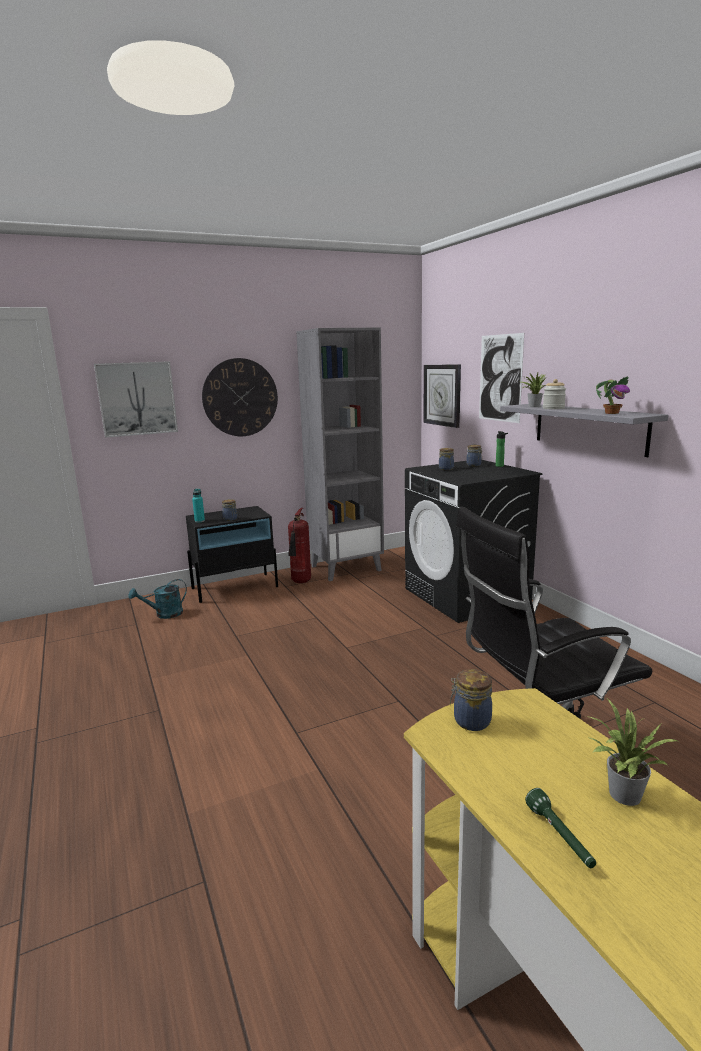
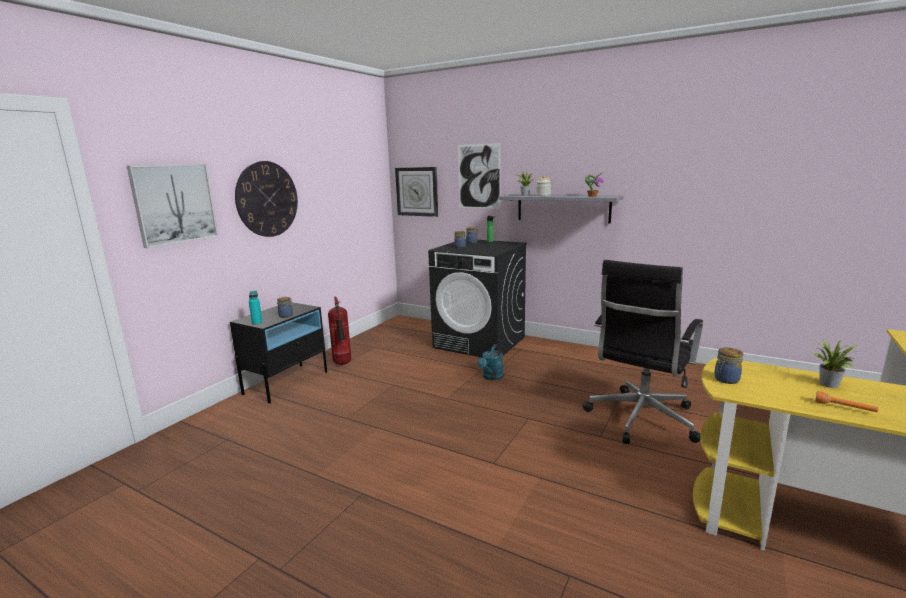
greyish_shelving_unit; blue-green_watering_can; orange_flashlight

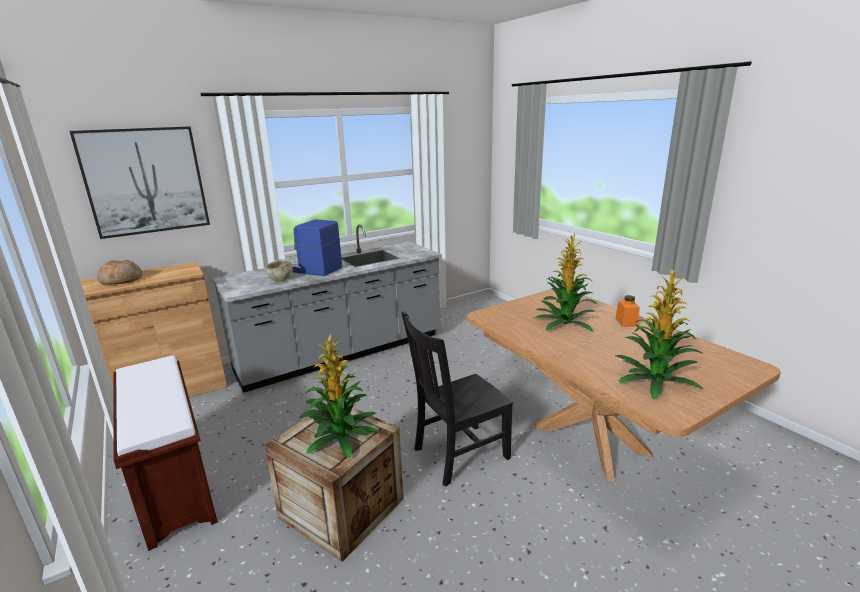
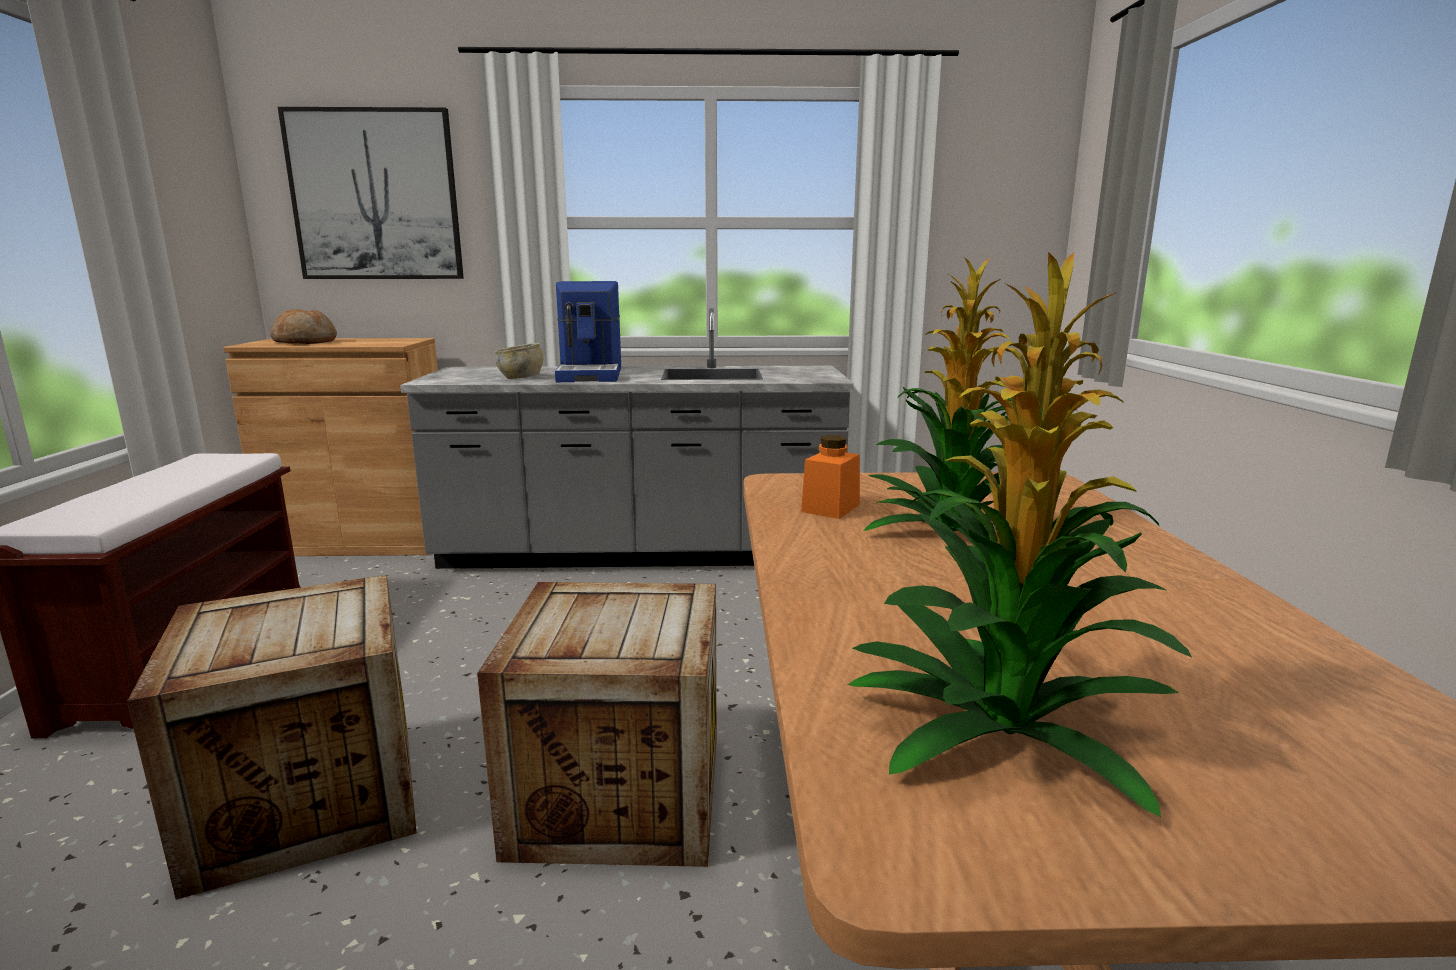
coffee_brewer; orange_storage_jar; packing_crate (2nd from left); plant_in_a_pot (1st from left in the first image)

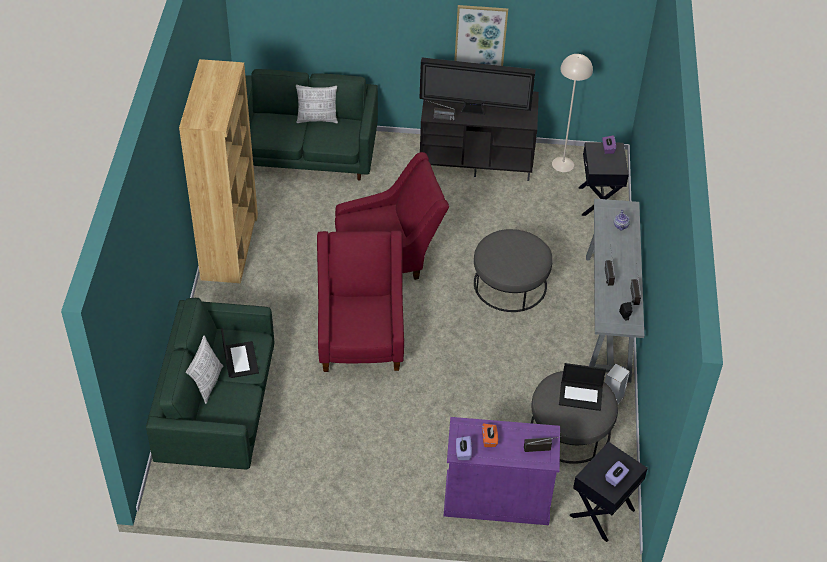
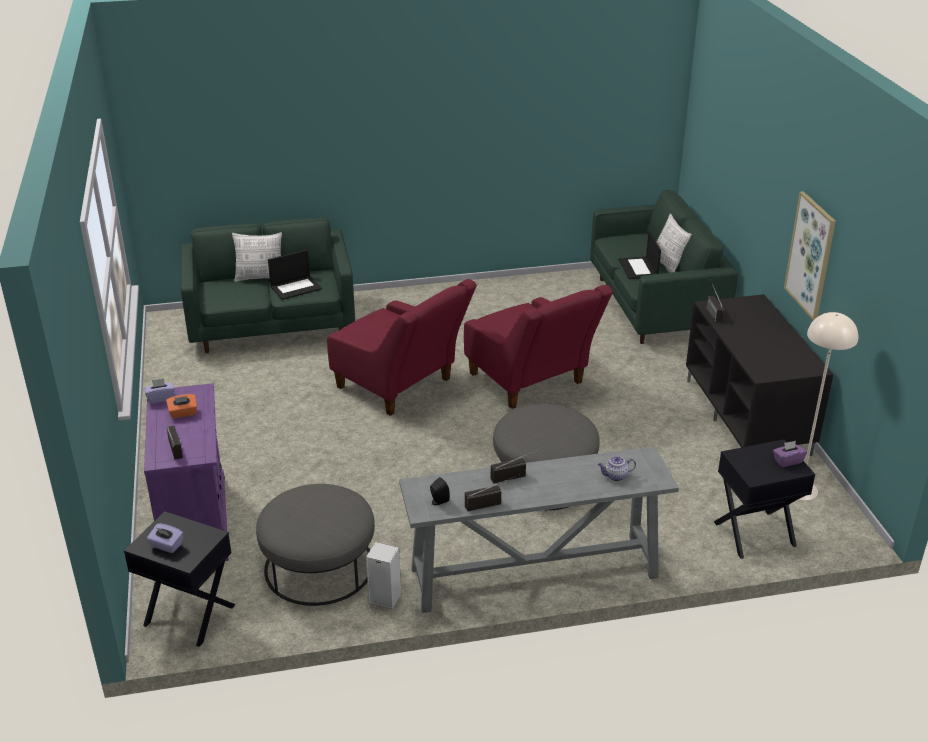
television; brownish_shelving_unit; red_armchair (1st from left); laptop (2nd from left)

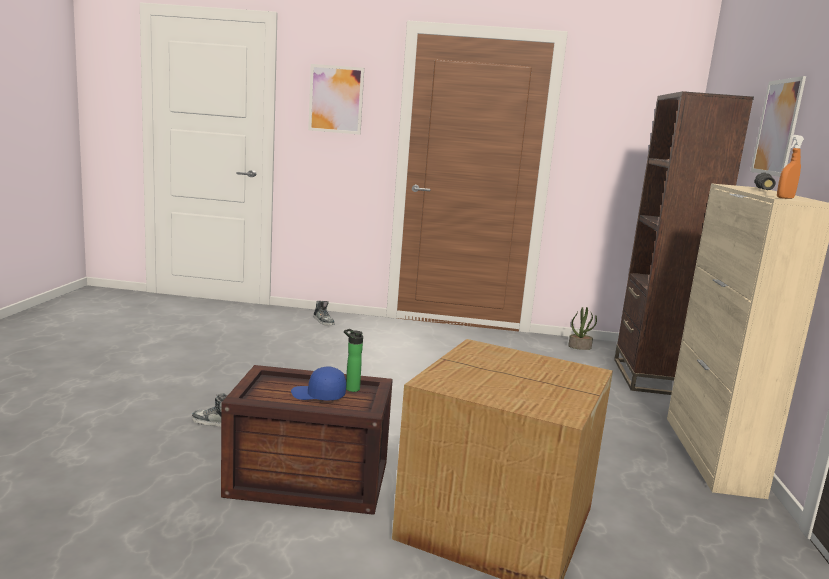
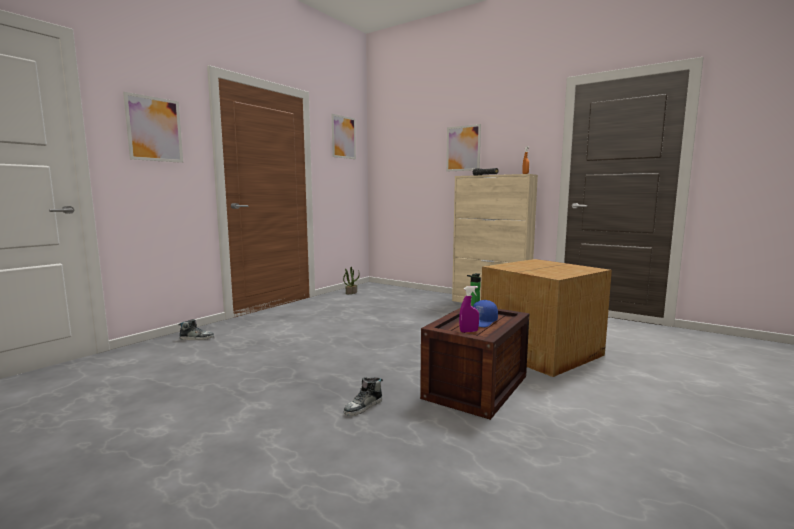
brownish_shelving_unit; wall_art (2nd from left); purple_sprayer

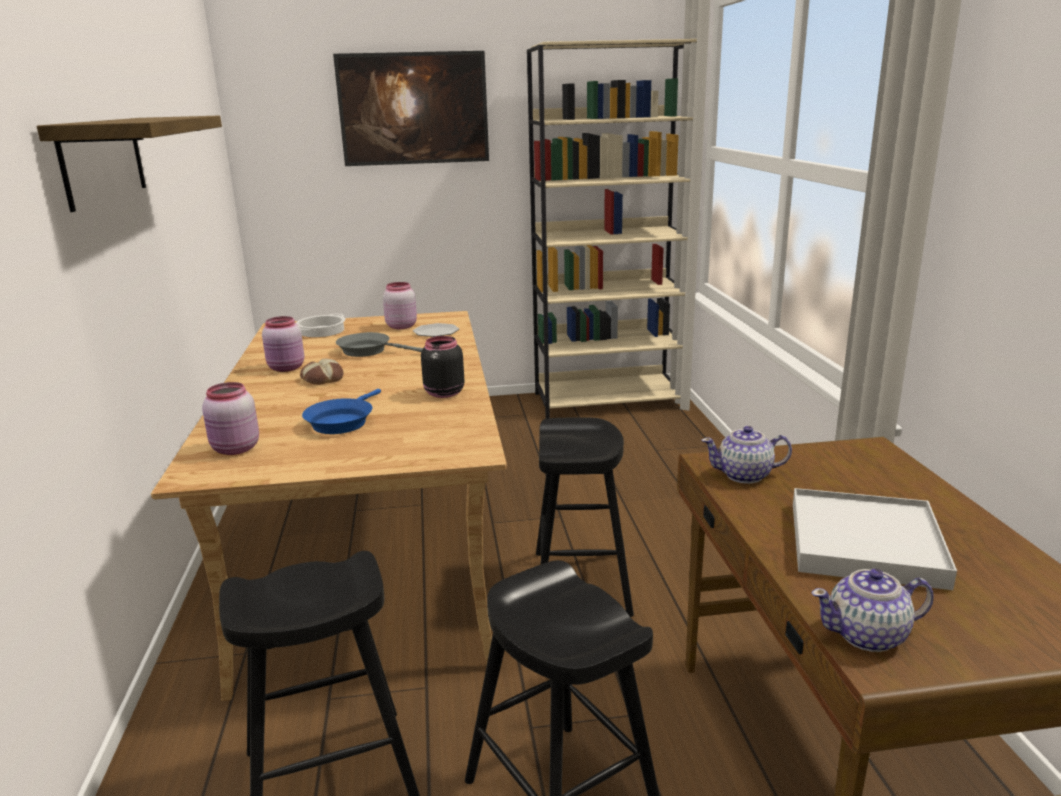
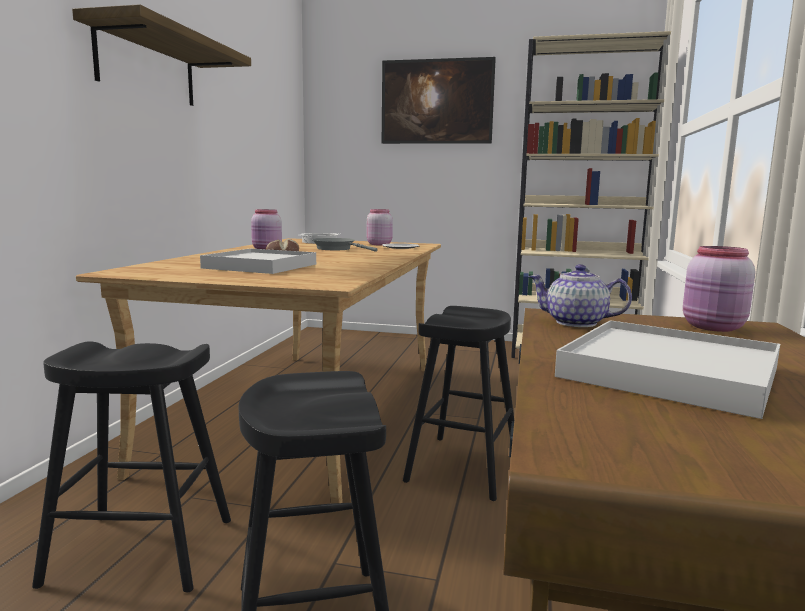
blackish_storage_jar; pink_storage_jar (3rd from left); whitish_tray (1st from left); pot_for_tea (2nd from left in the first image)

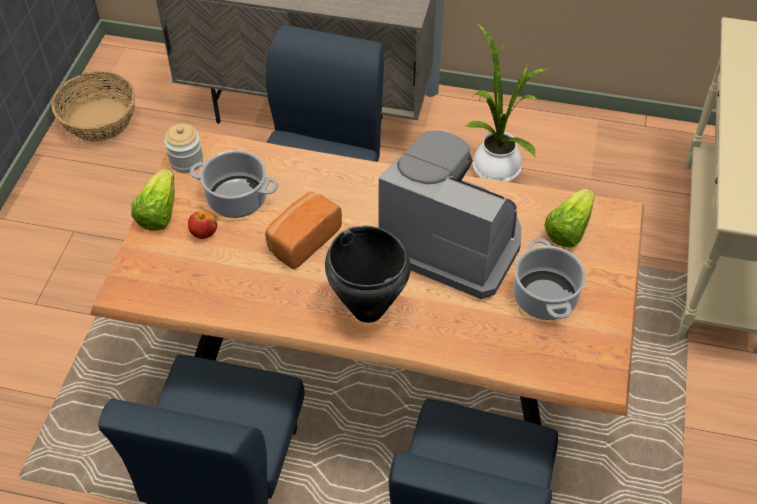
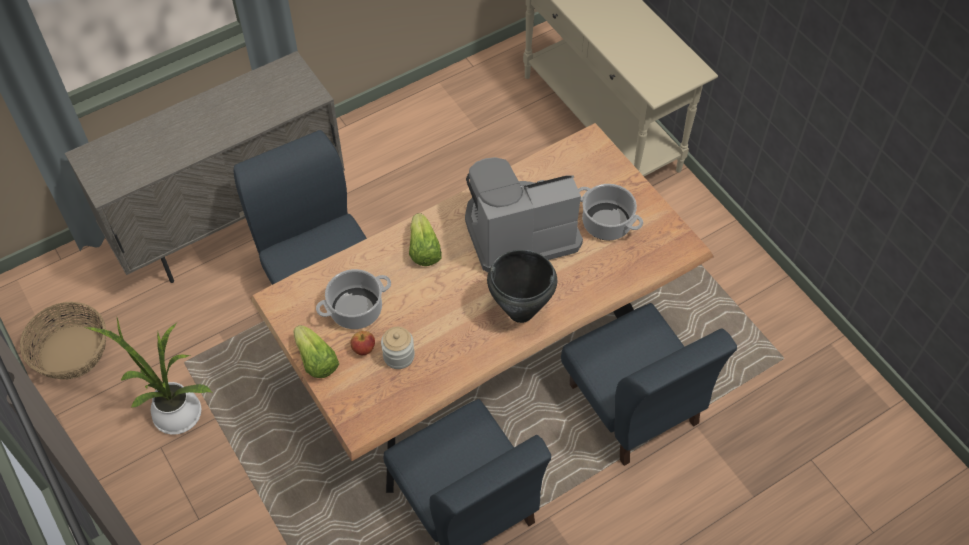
plant_in_a_pot; storage_jar; lettuce_head (2nd from left); bread

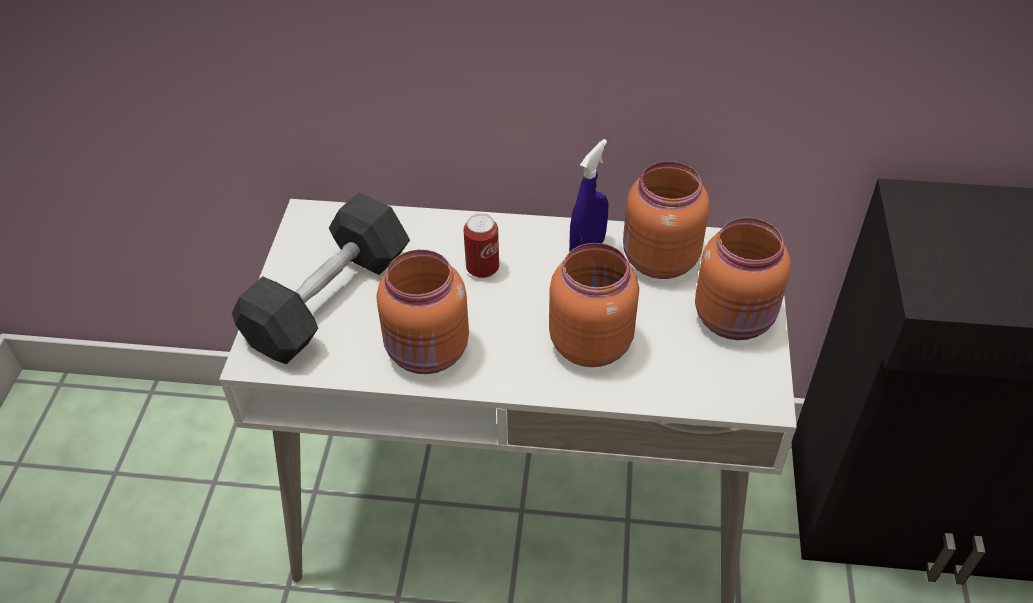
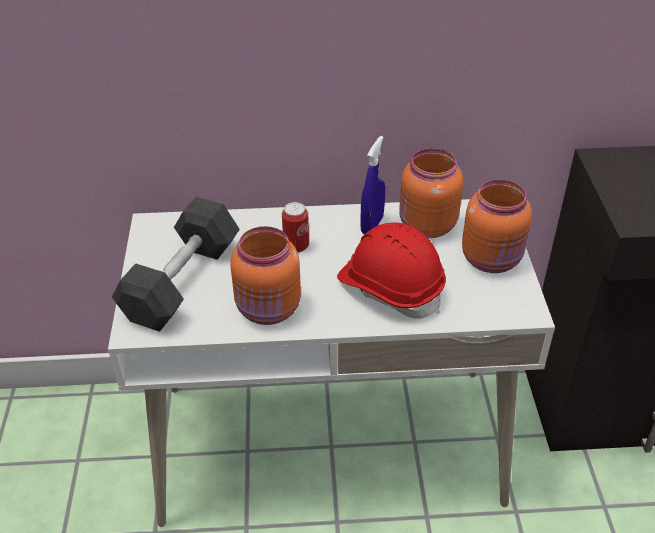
red_work_helmet

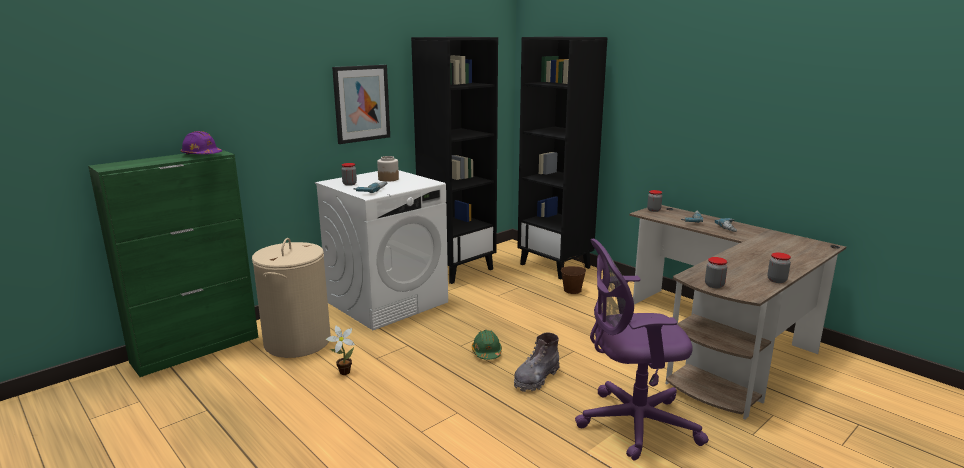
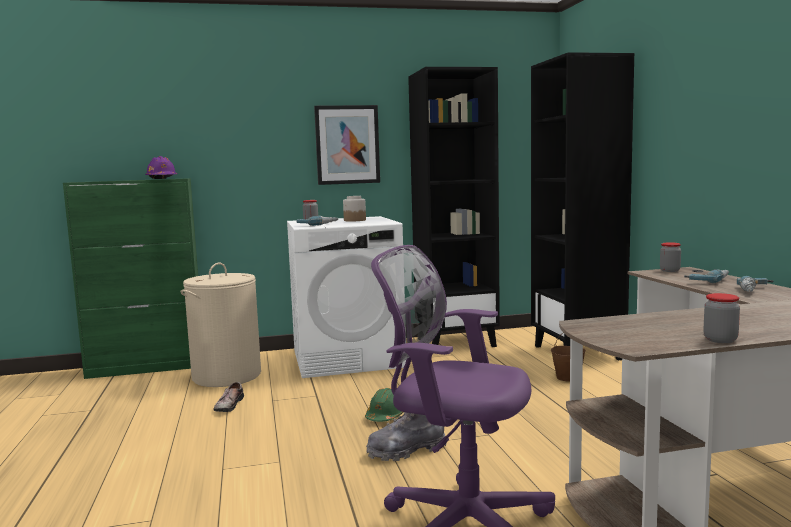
storage_jar (4th from left in the first image); low_shoe

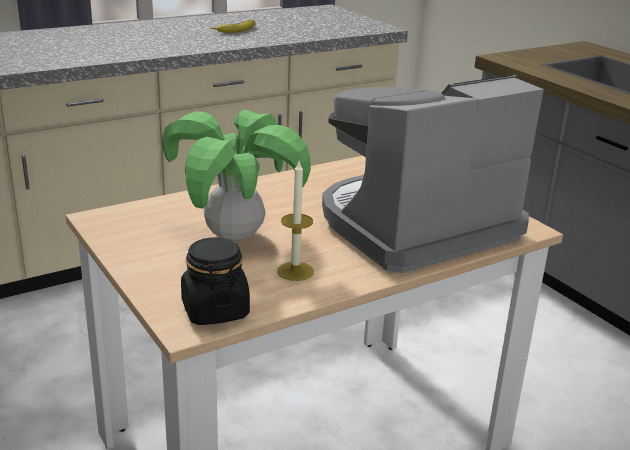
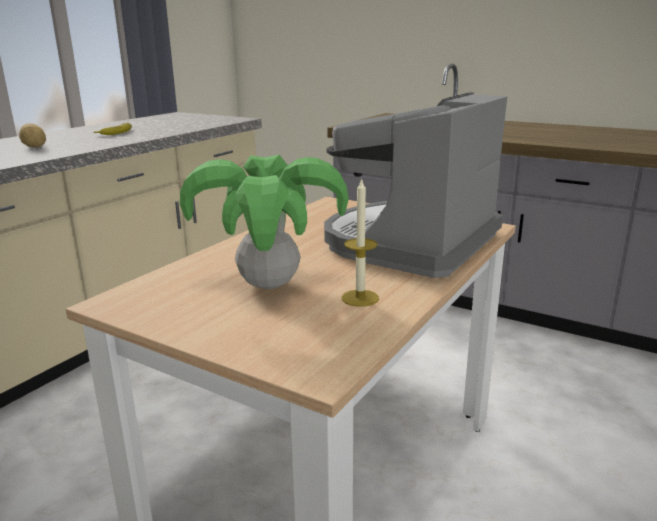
blackish_storage_jar; spud

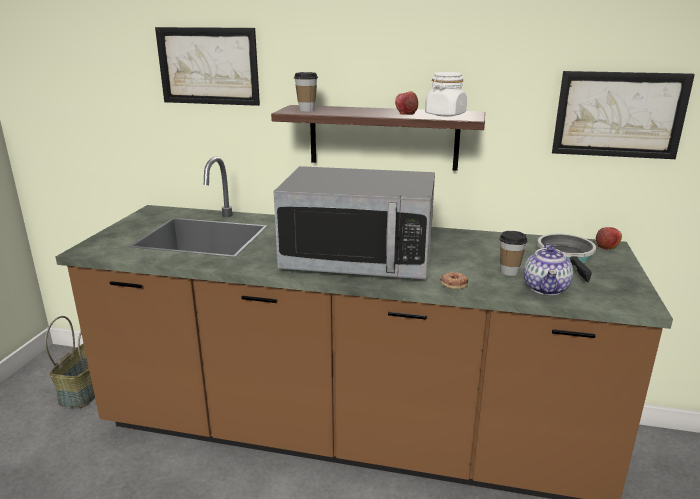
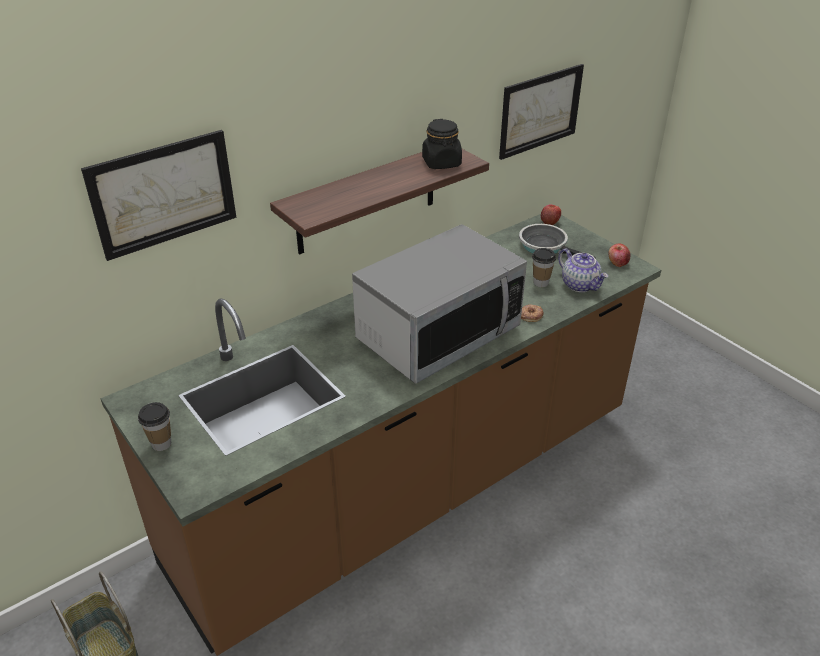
drinking_cup (1st from left); blackish_storage_jar; whole_apple (2nd from left)

